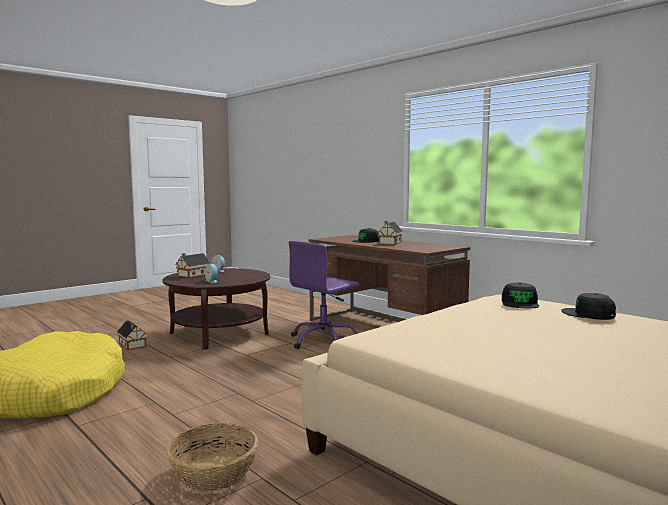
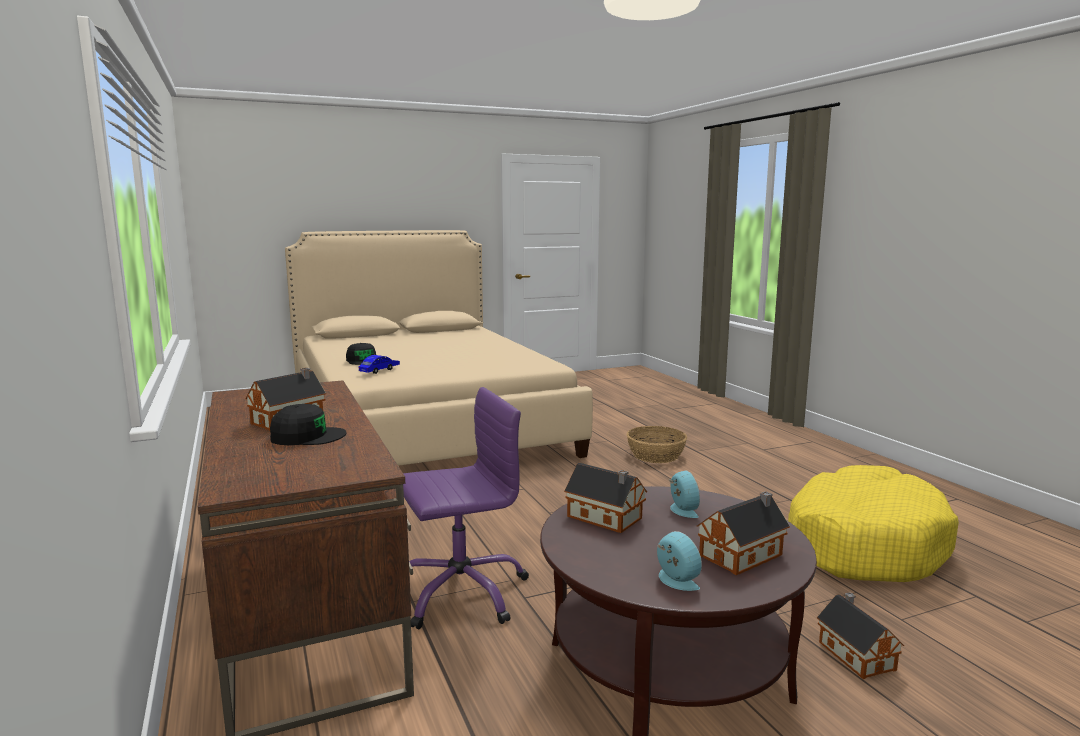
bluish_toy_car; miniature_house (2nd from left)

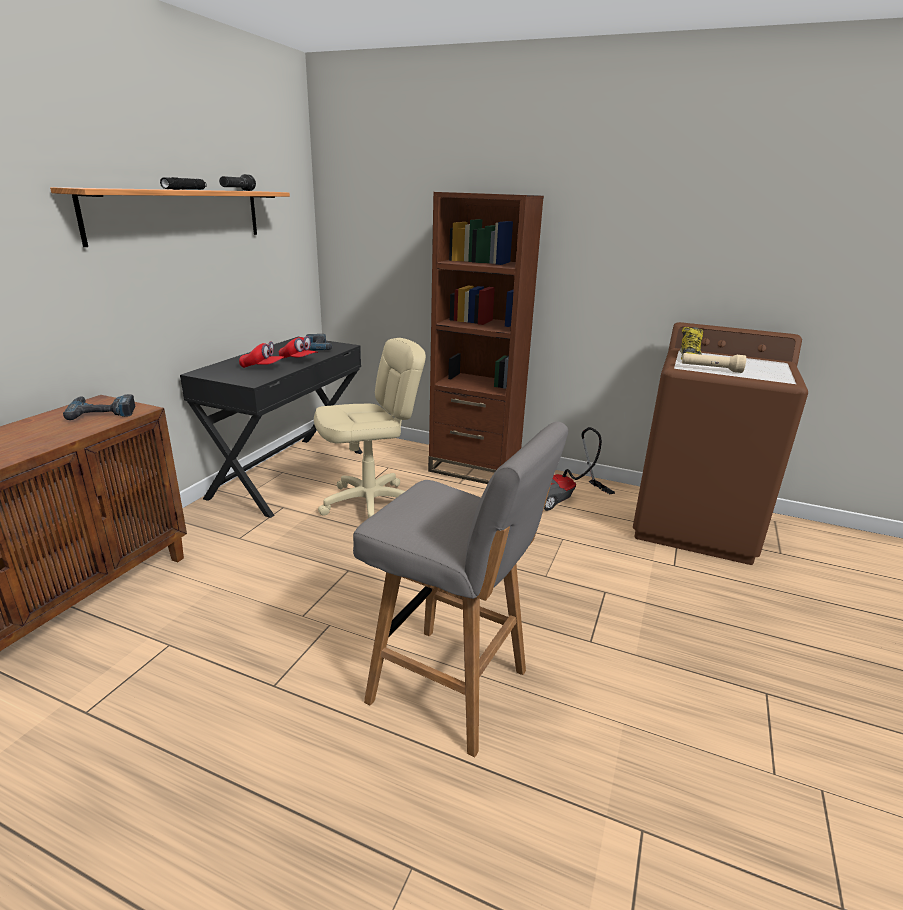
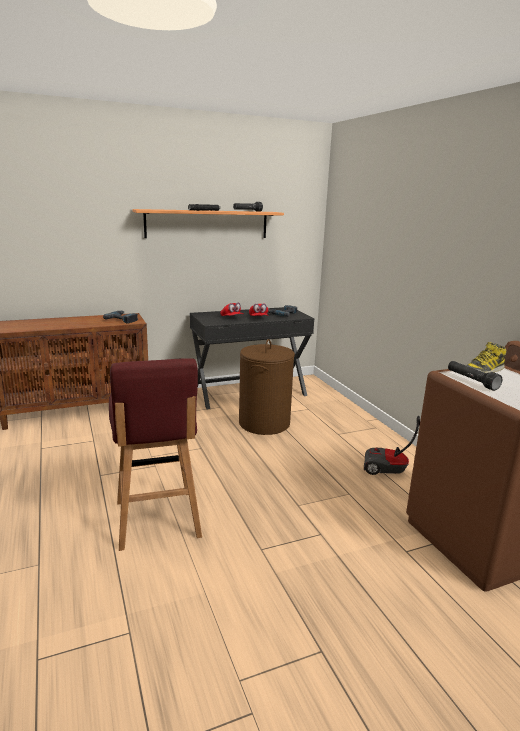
brownish_shelving_unit; brownish_laundry_basket; blackish_flashlight (3rd from left); red_stool_seat

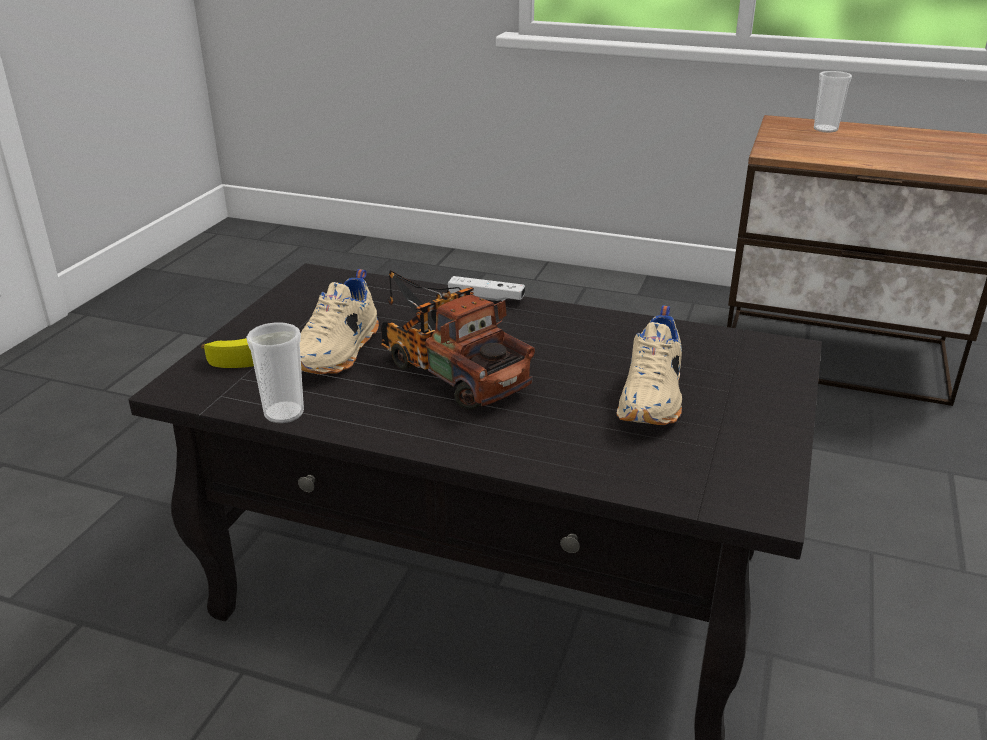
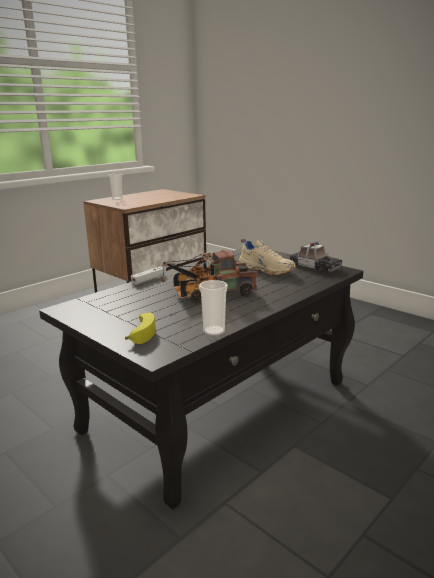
beige_low_shoe (1st from left in the first image); toy_car

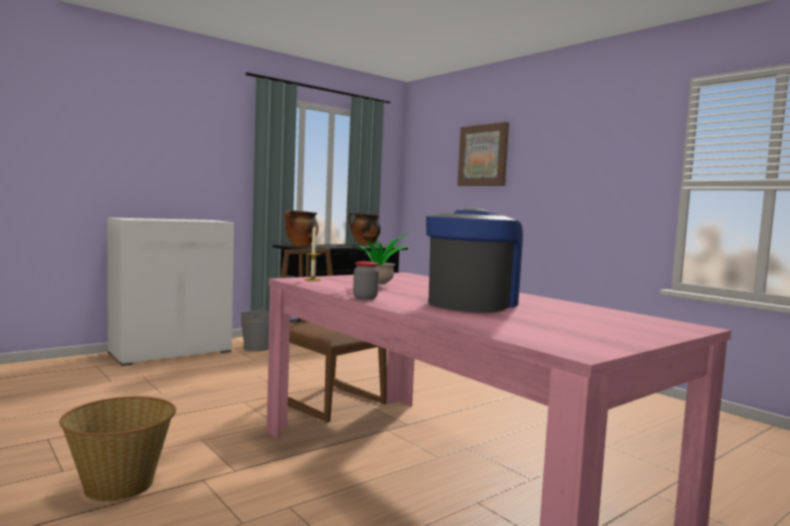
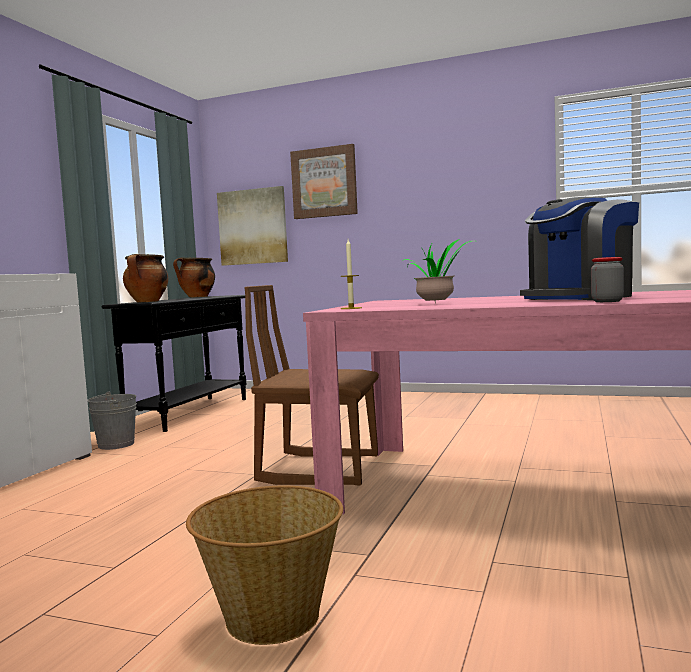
coffee_brewer; storage_jar; wall_art (1st from left)

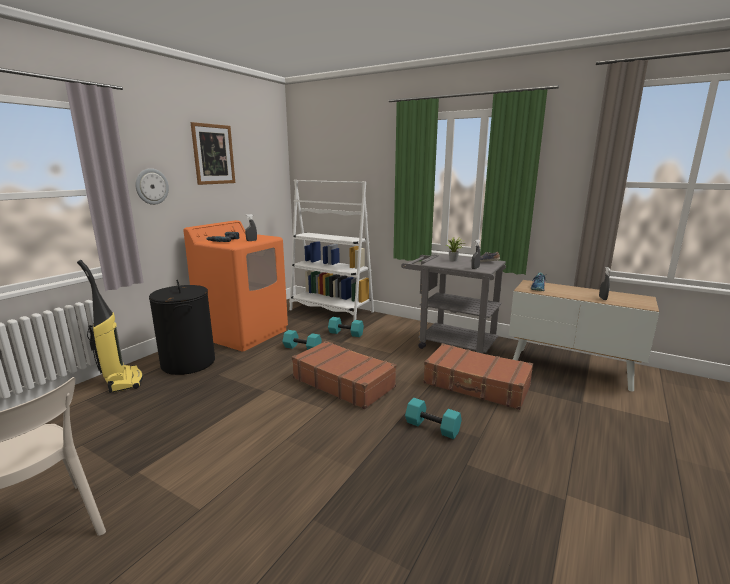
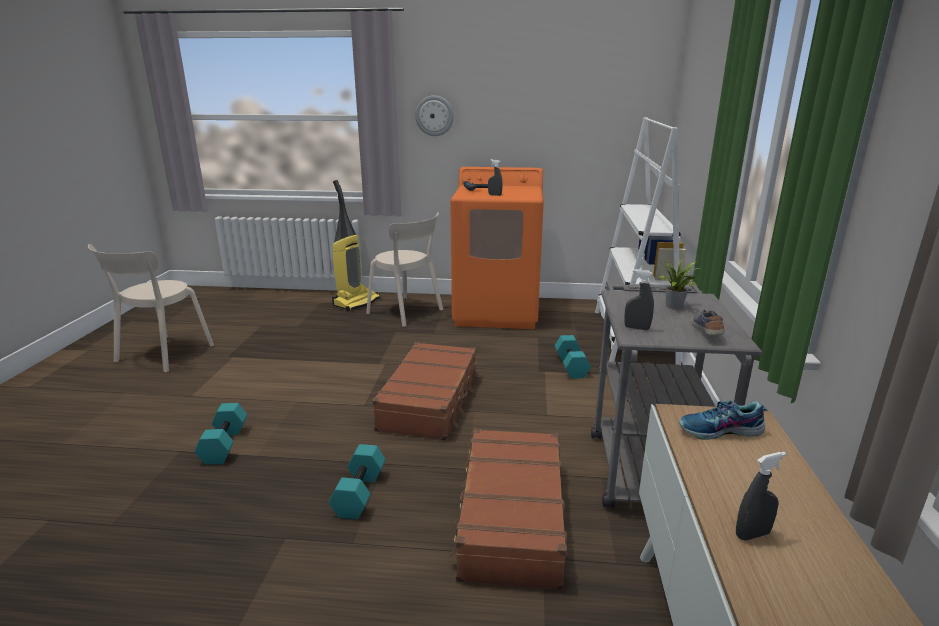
wall_art; beige_plain_chair (2nd from left); blue-green_dumbbell (1st from left)

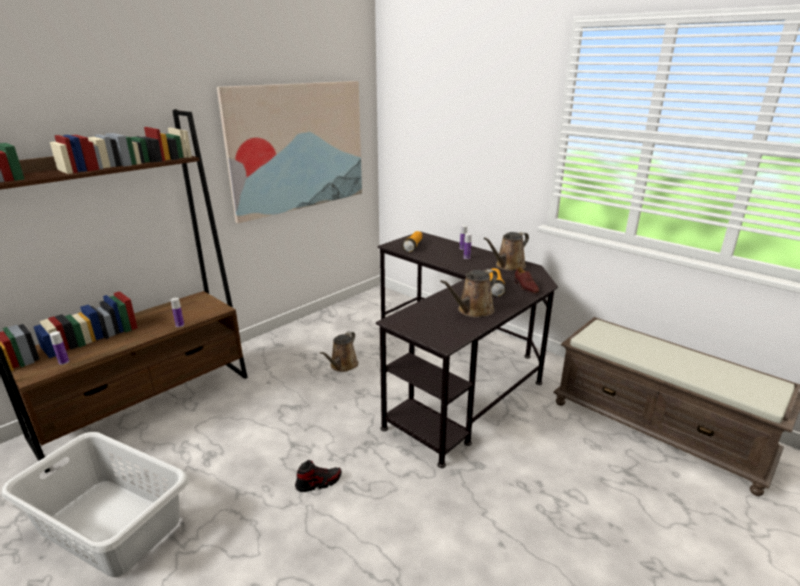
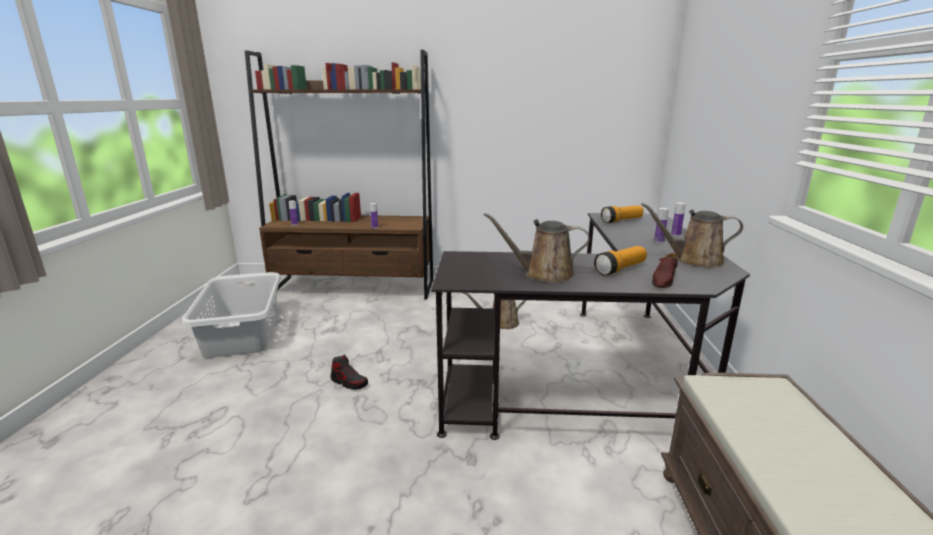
wall_art

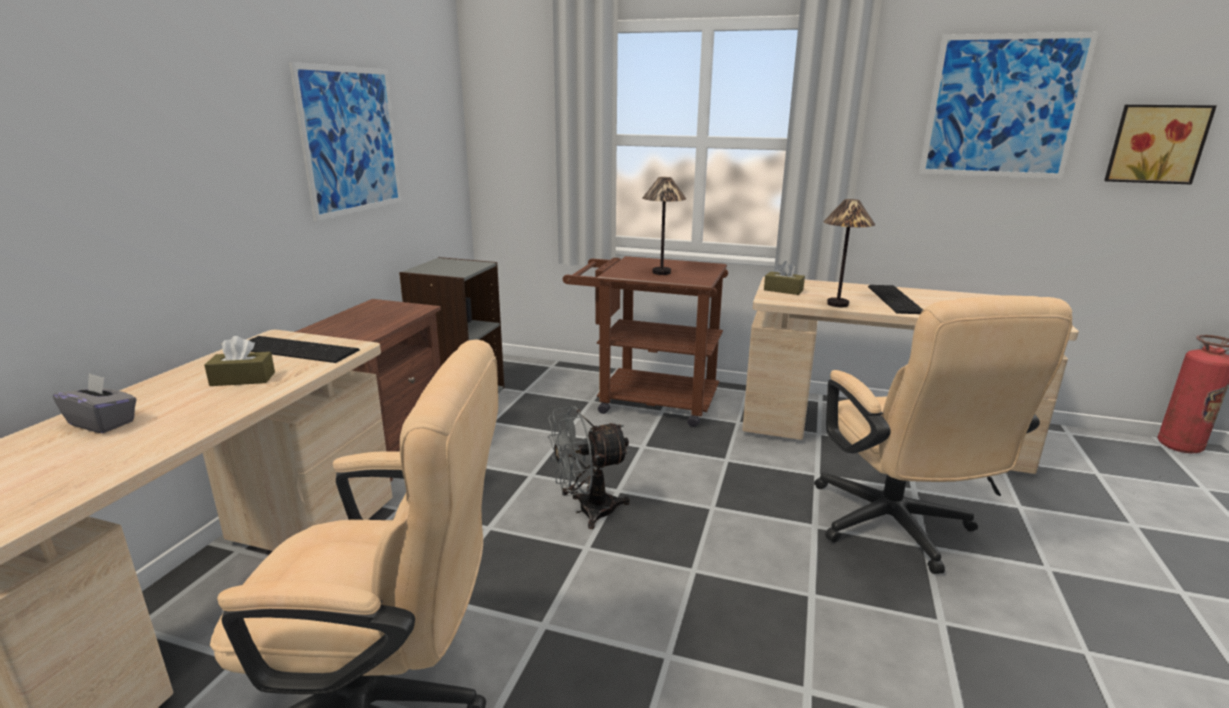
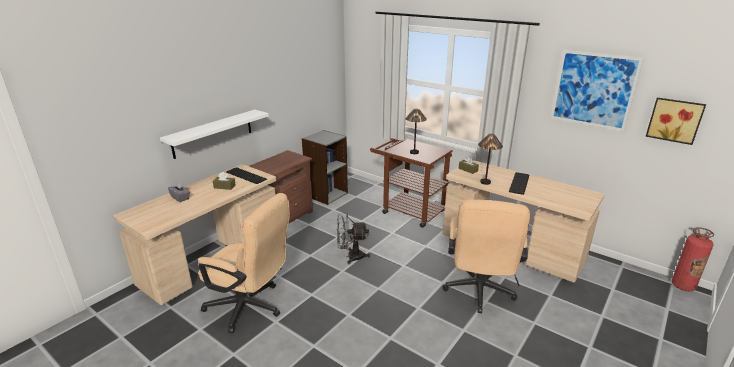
wall_art (1st from left in the first image); whitish_shelf

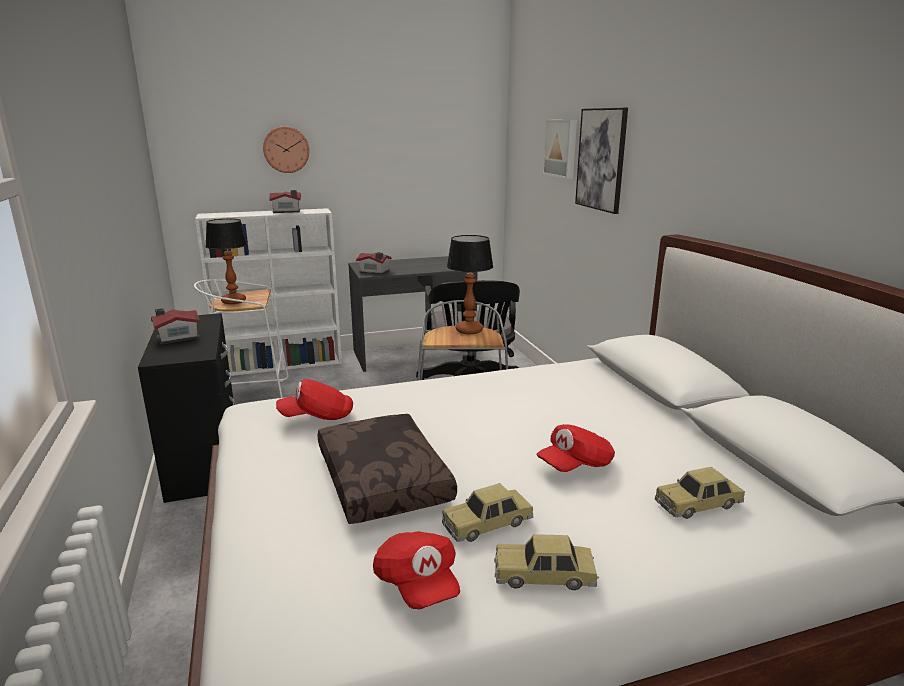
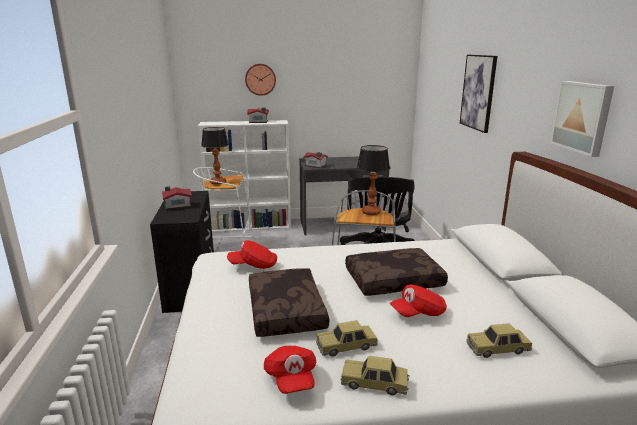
wall_art (2nd from left); brownish_throw_pillow (2nd from left)

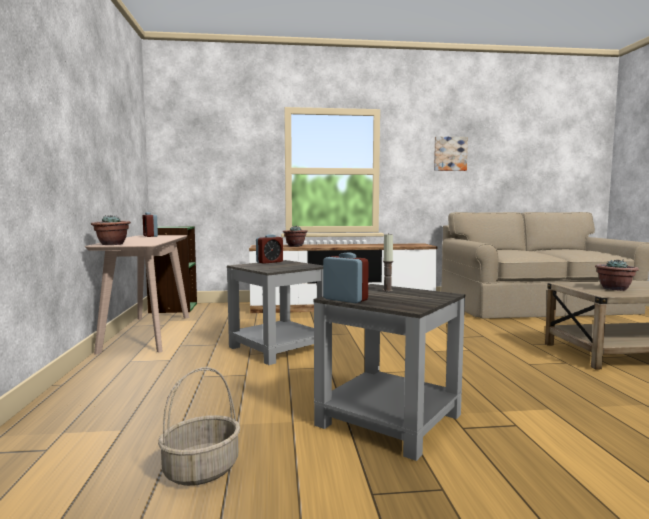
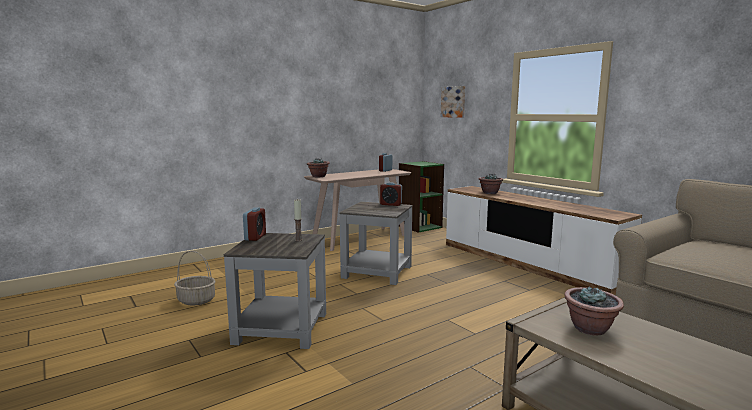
wall_art

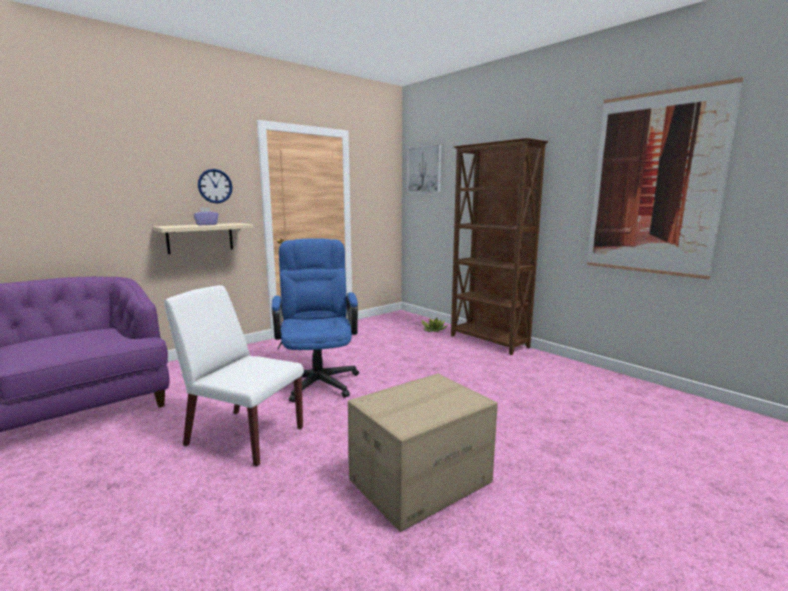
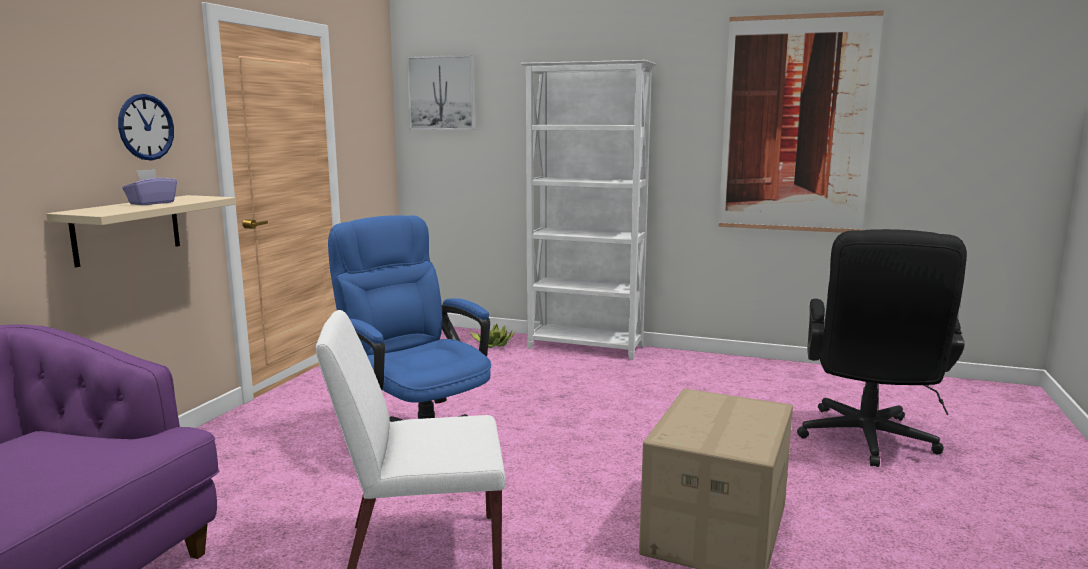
whitish_shelving_unit; blackish_computer_chair

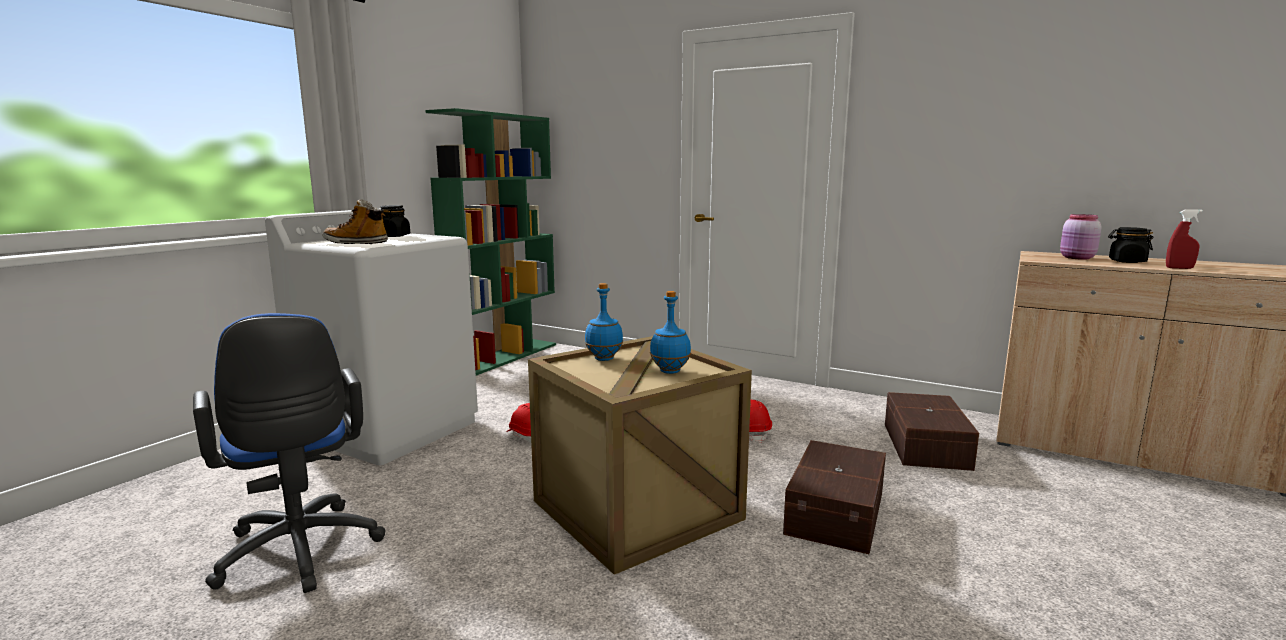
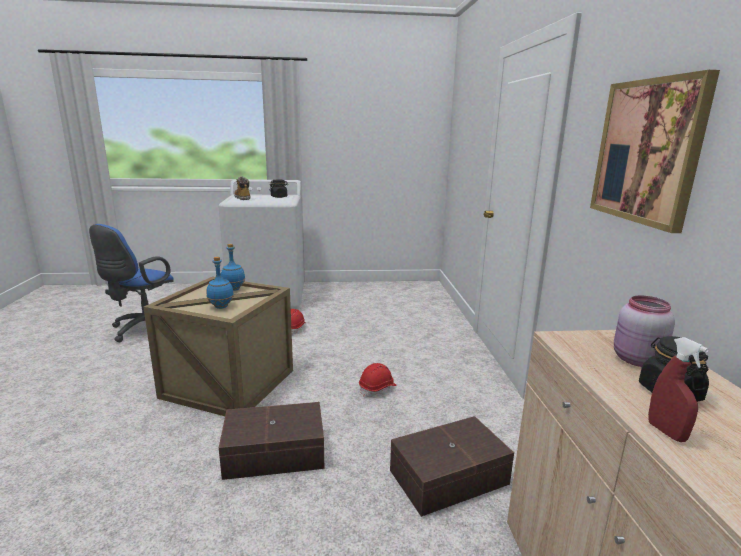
green-coloured_shelving_unit; wall_art

